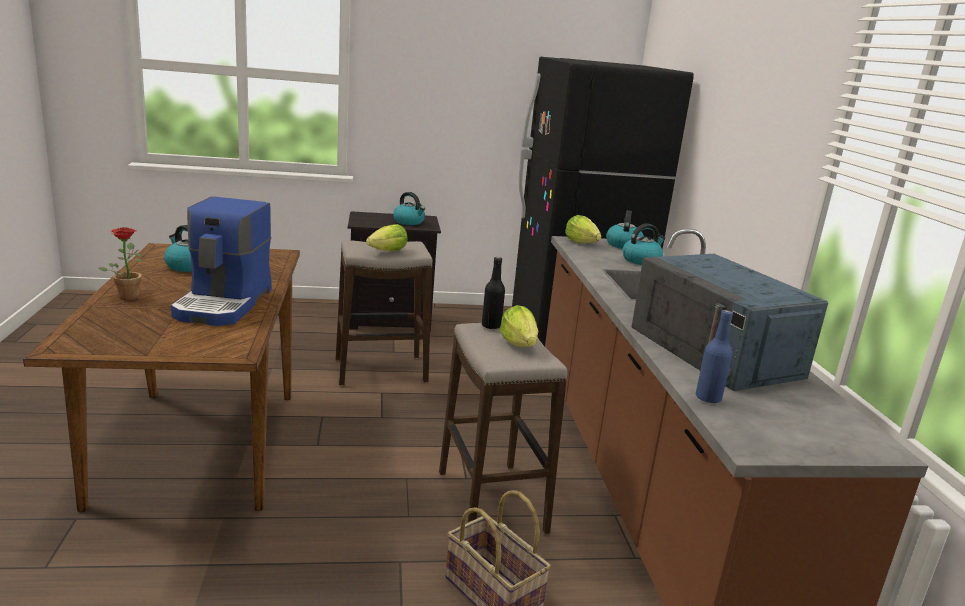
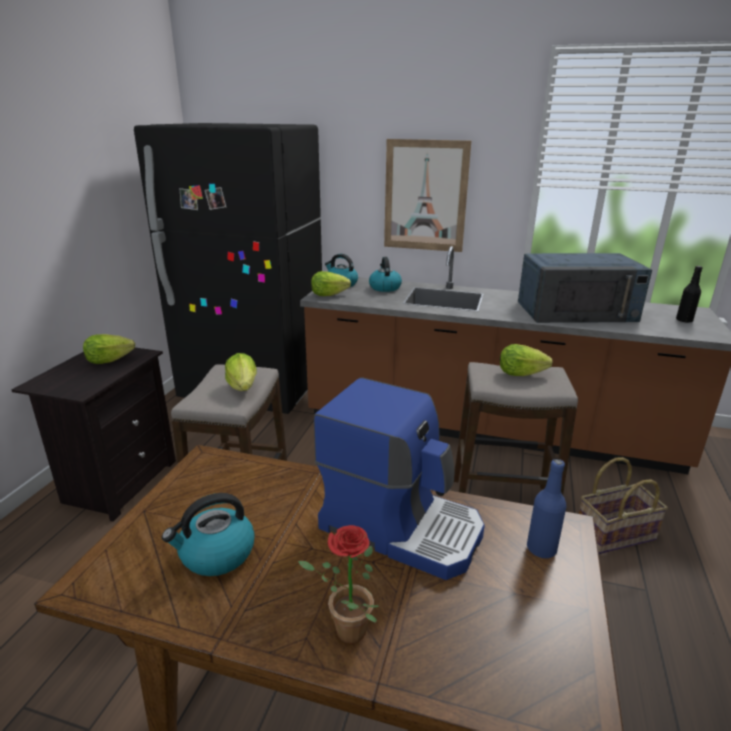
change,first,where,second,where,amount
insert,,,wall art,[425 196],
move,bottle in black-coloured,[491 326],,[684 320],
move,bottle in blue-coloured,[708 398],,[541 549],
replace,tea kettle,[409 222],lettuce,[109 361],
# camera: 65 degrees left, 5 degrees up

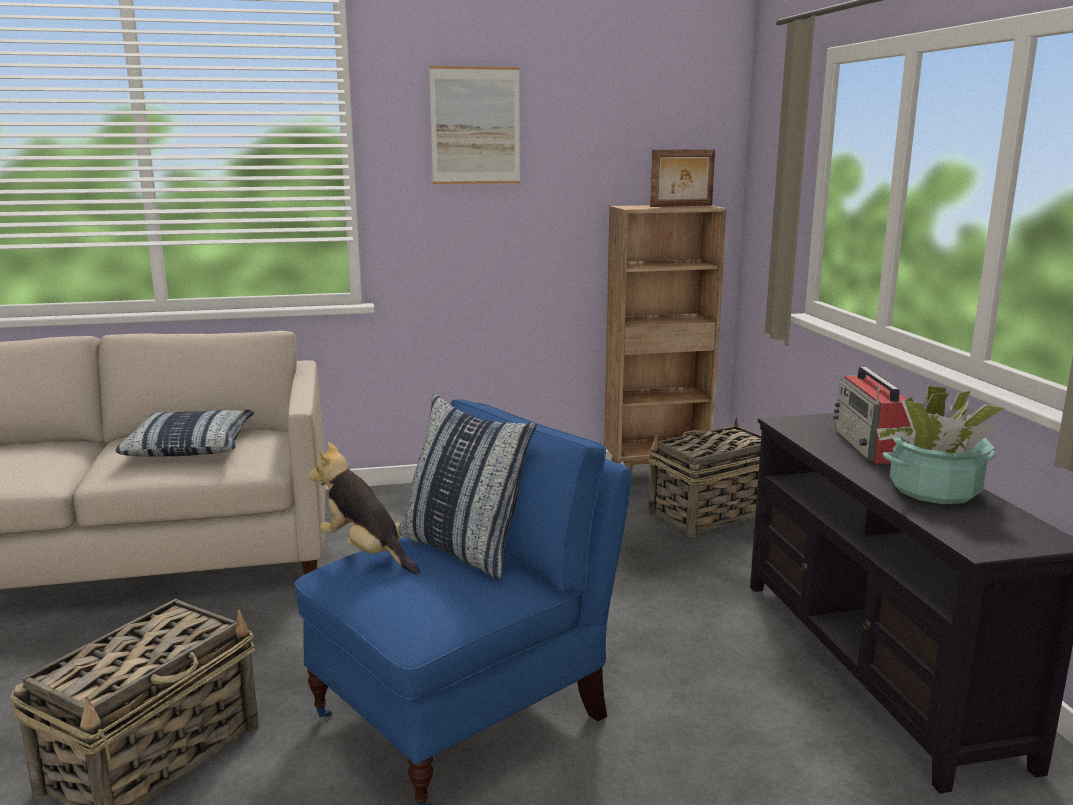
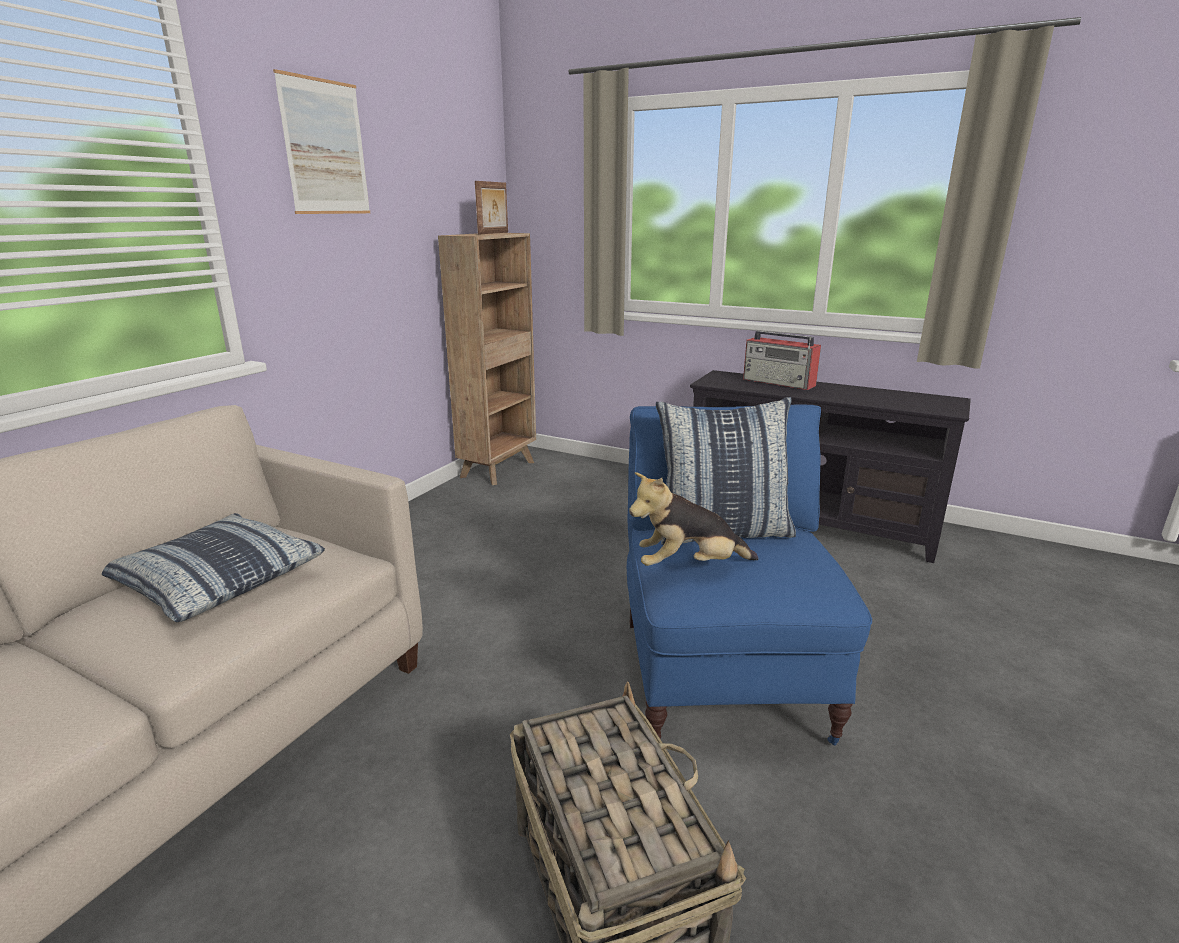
change,first,where,second,where,amount
delete,storage basket,[710 514],,,
delete,plant in a pot,[934 490],,,
# camera: 50 degrees left, 5 degrees up

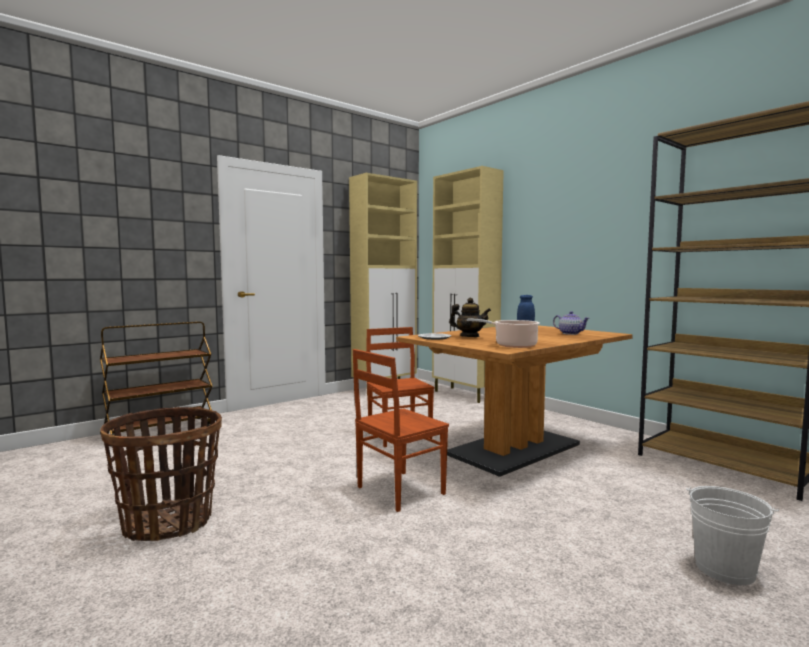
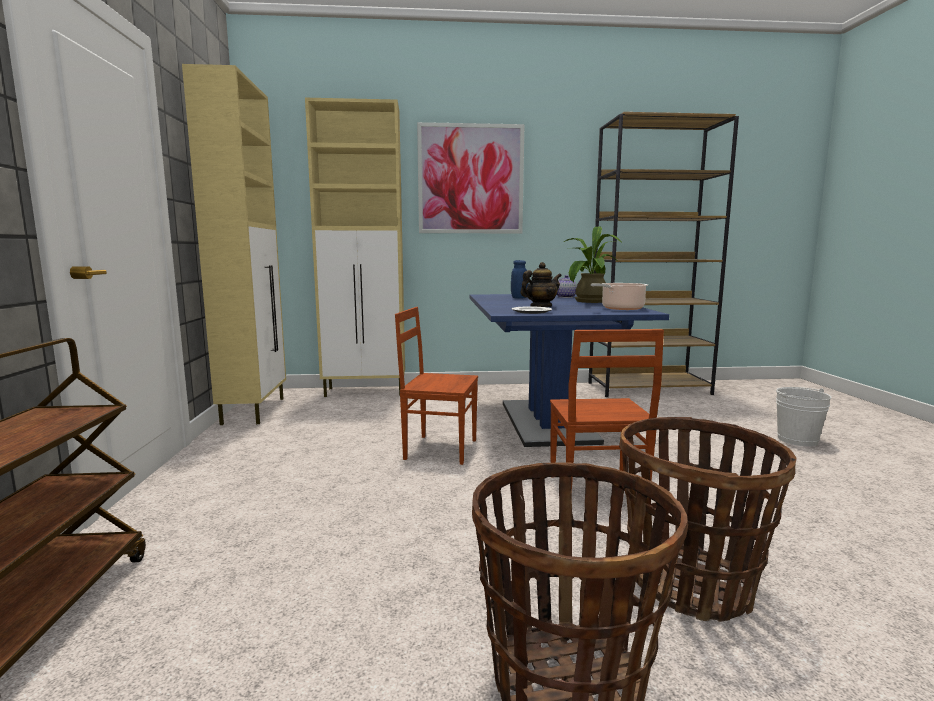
change,first,where,second,where,amount
insert,,,wall art,[470 179],
insert,,,plant in a pot,[589 301],
insert,,,storage basket,[691 584],
recolor,kitchen table in brown,[514 449],kitchen table in blue-coloured,[547 422],
# camera: 55 degrees left, 5 degrees up

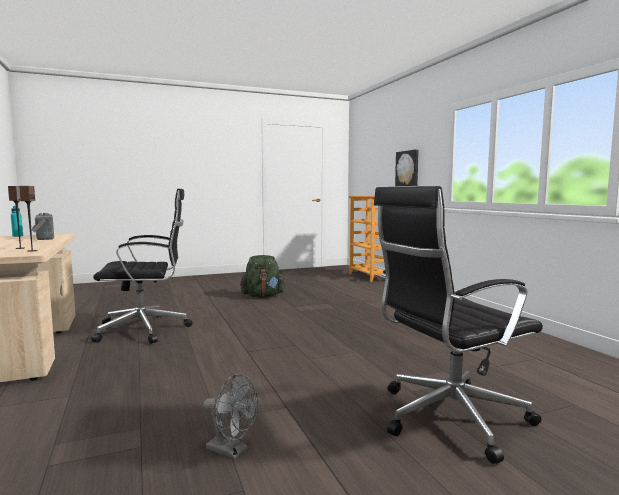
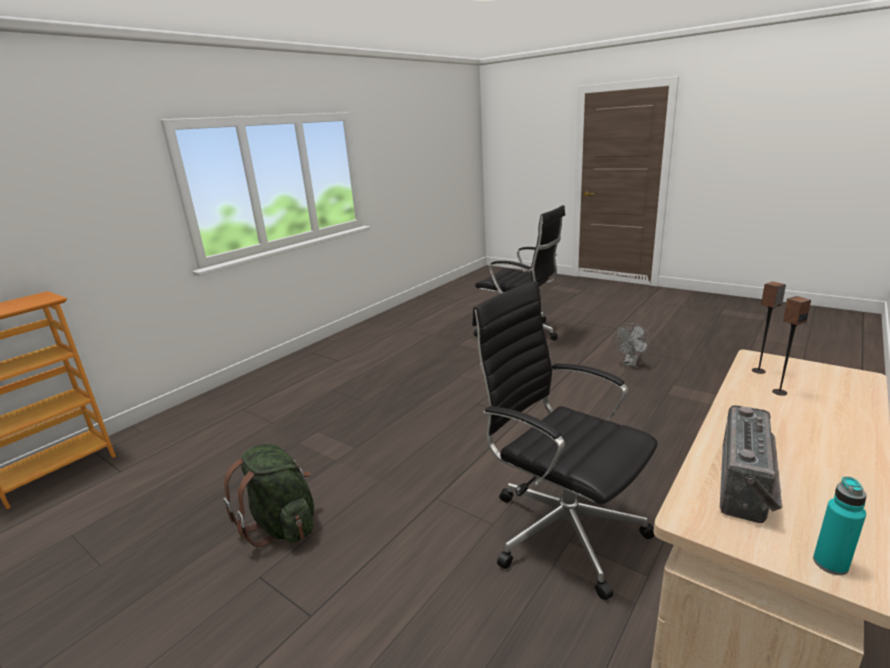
change,first,where,second,where,amount
delete,wall art,[408 168],,,
rotate,electric fan in grey,[232 450],,[630 363],150 degrees counterclockwise
# camera: 120 degrees left, 15 degrees up

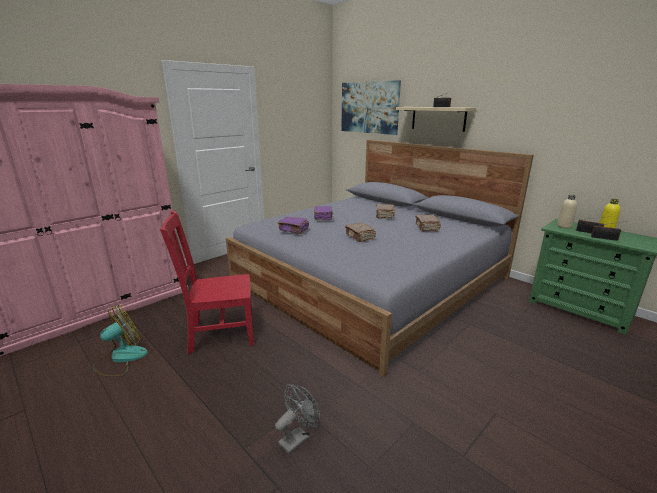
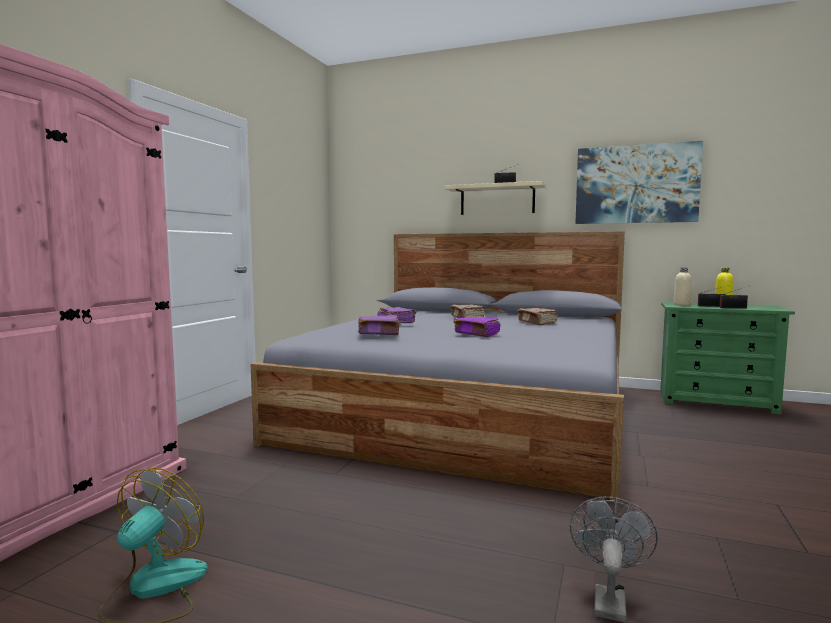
change,first,where,second,where,amount
delete,upright chair in red-coloured,[219 334],,,
move,wall art,[369 107],,[636 184],
recolor,bound book in brown,[360 237],bound book in purple-coloured,[477 334],
# camera: 25 degrees left, 15 degrees down

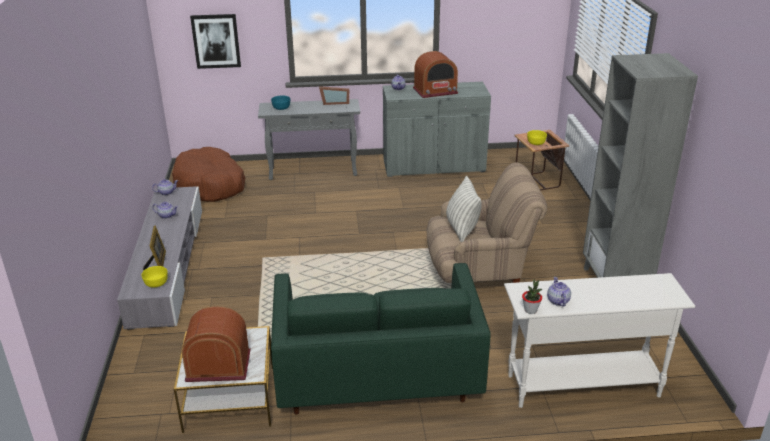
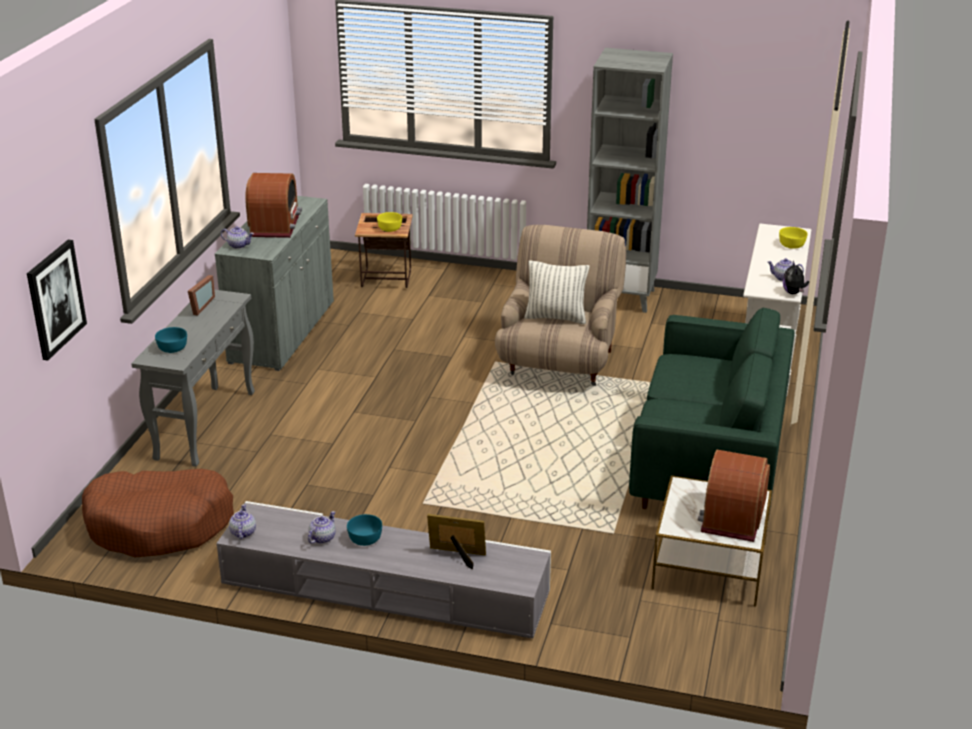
change,first,where,second,where,amount
insert,,,bowl in turquoise-coloured,[365 538],
move,bowl in yellowish,[156 283],,[792 245],
replace,plant in a pot,[530 310],plush toy,[793 293],
# camera: 70 degrees left, 0 degrees up

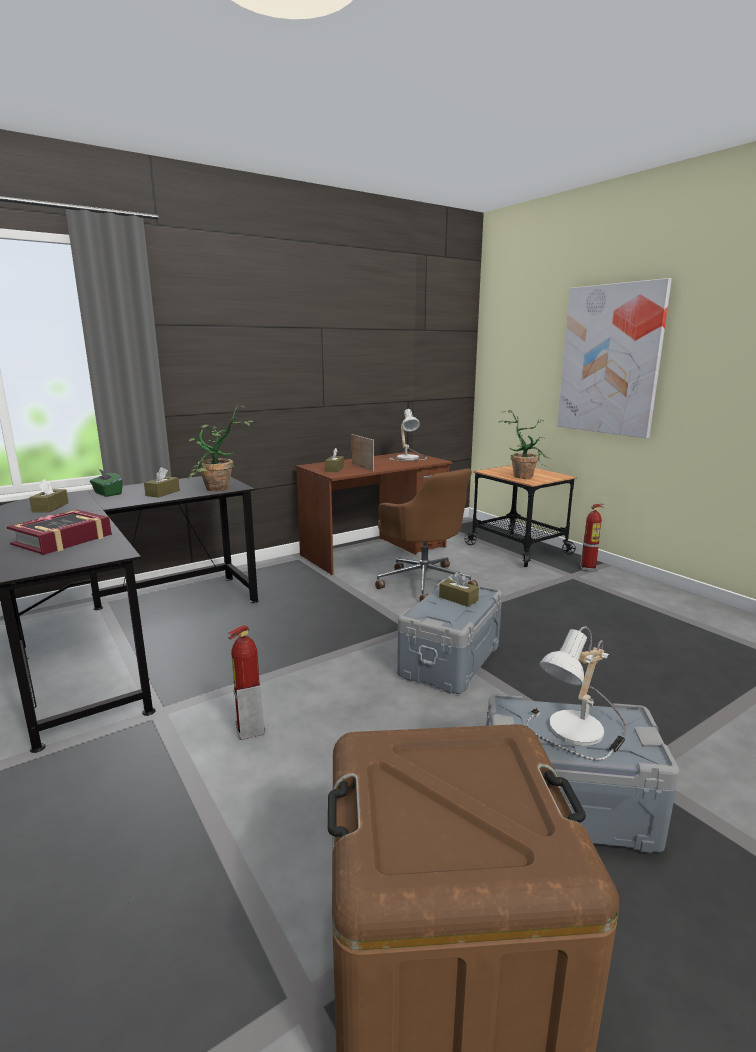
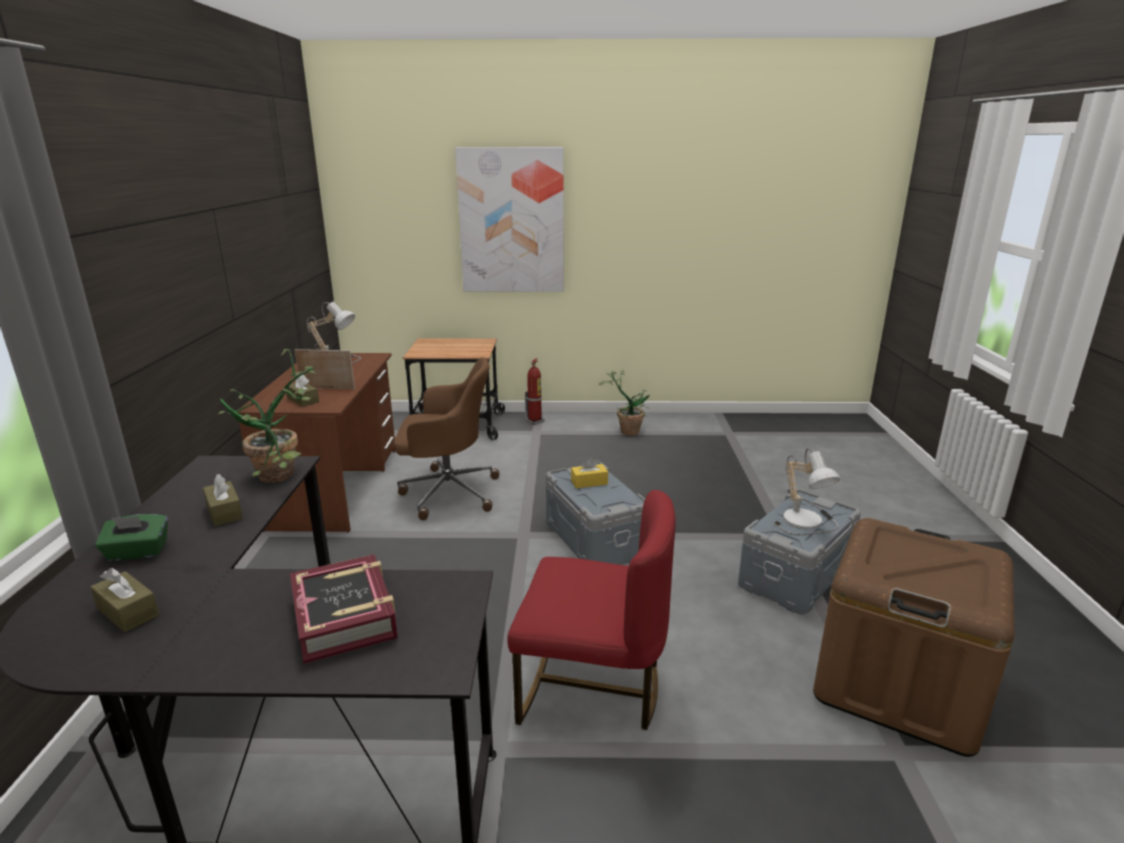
change,first,where,second,where,amount
move,plant in a pot,[523 475],,[626 430],
replace,fire extinguisher,[249 730],upright chair in red-coloured,[591 688],
recolor,tissue holder in brown,[458 599],tissue holder in yellowish,[589 482],
# camera: 55 degrees left, 5 degrees up

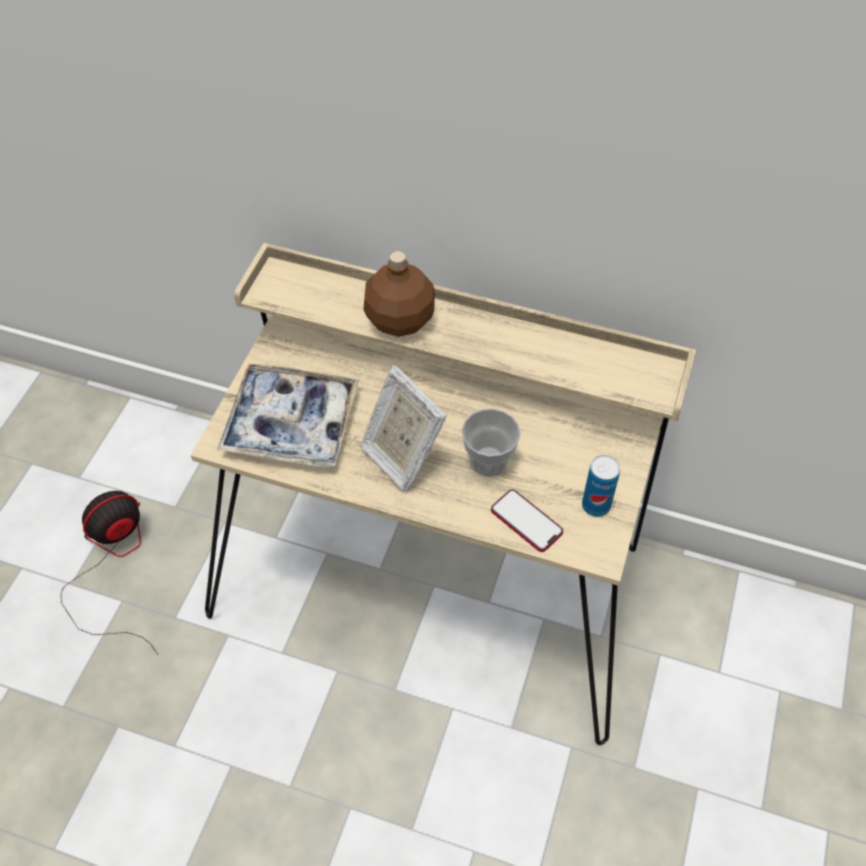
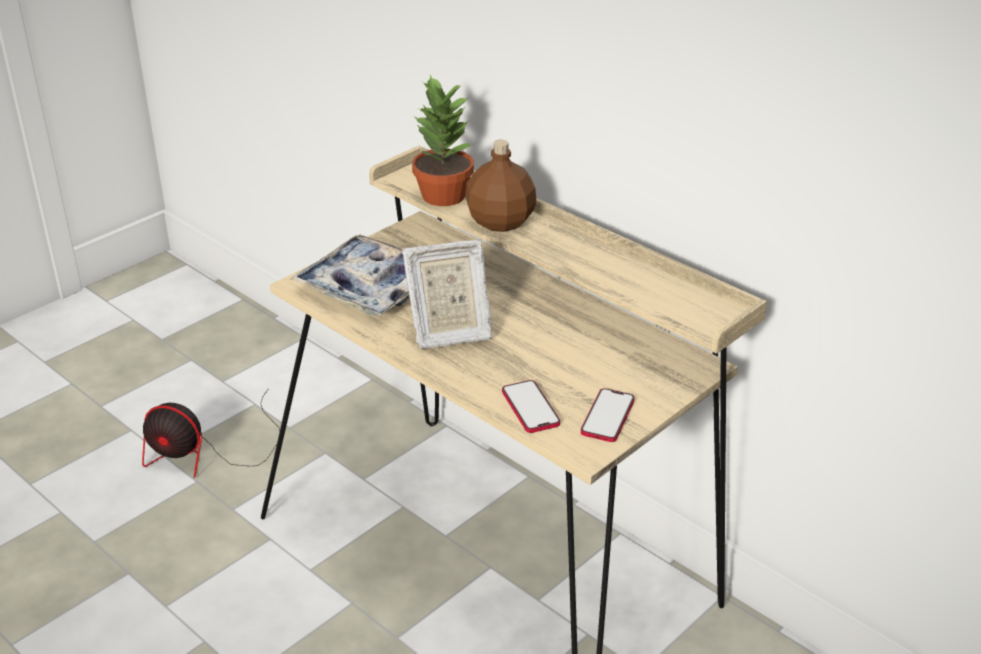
change,first,where,second,where,amount
delete,cup,[488 461],,,
insert,,,plant in a pot,[442 195],
replace,sealed can,[596 505],telephone,[607 417],
rotate,electric fan,[113 564],,[208 452],150 degrees counterclockwise
rotate,picture frame,[401 456],,[448 333],90 degrees counterclockwise
# camera: 25 degrees right, 20 degrees down

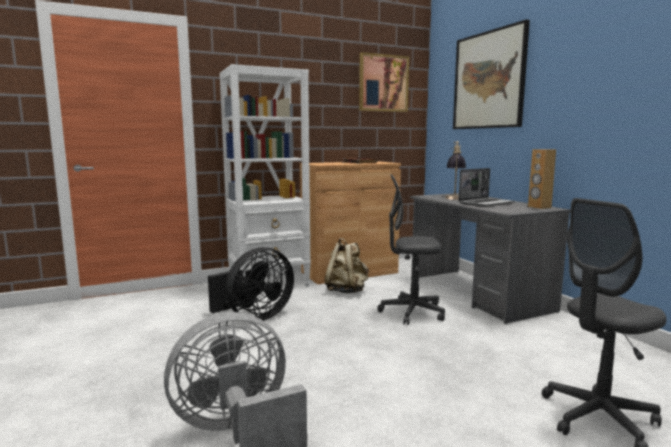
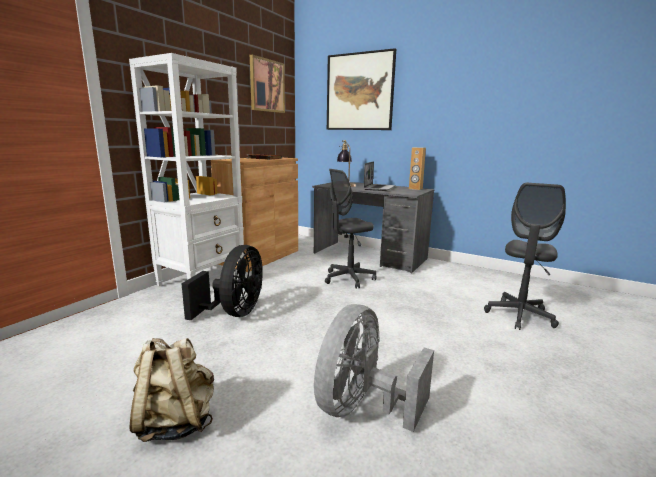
change,first,where,second,where,amount
move,rucksack in beige-coloured,[346 291],,[176 422],
# camera: 35 degrees left, 5 degrees up

